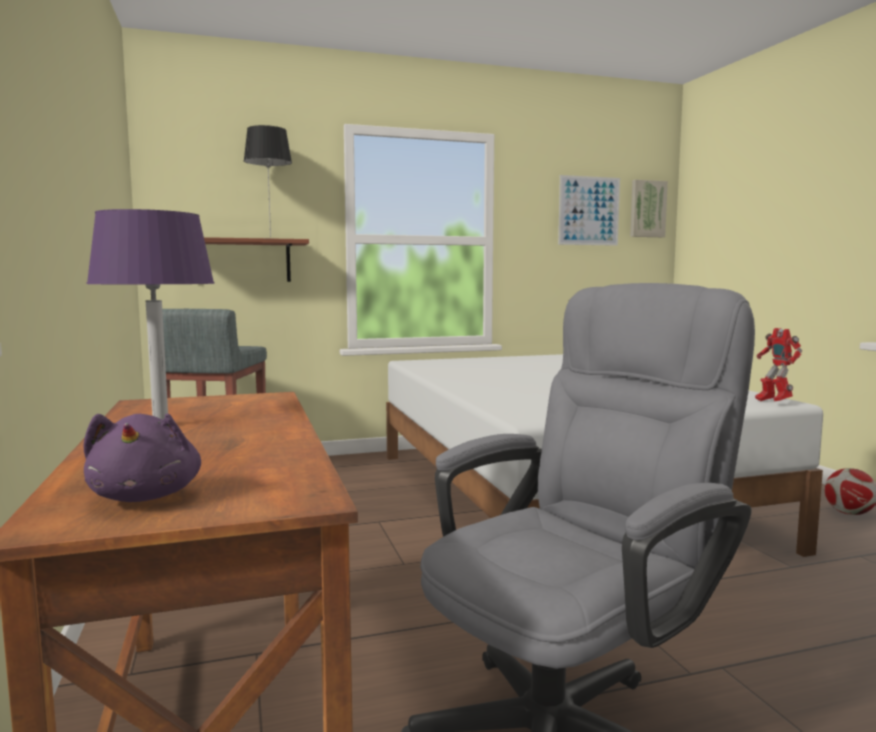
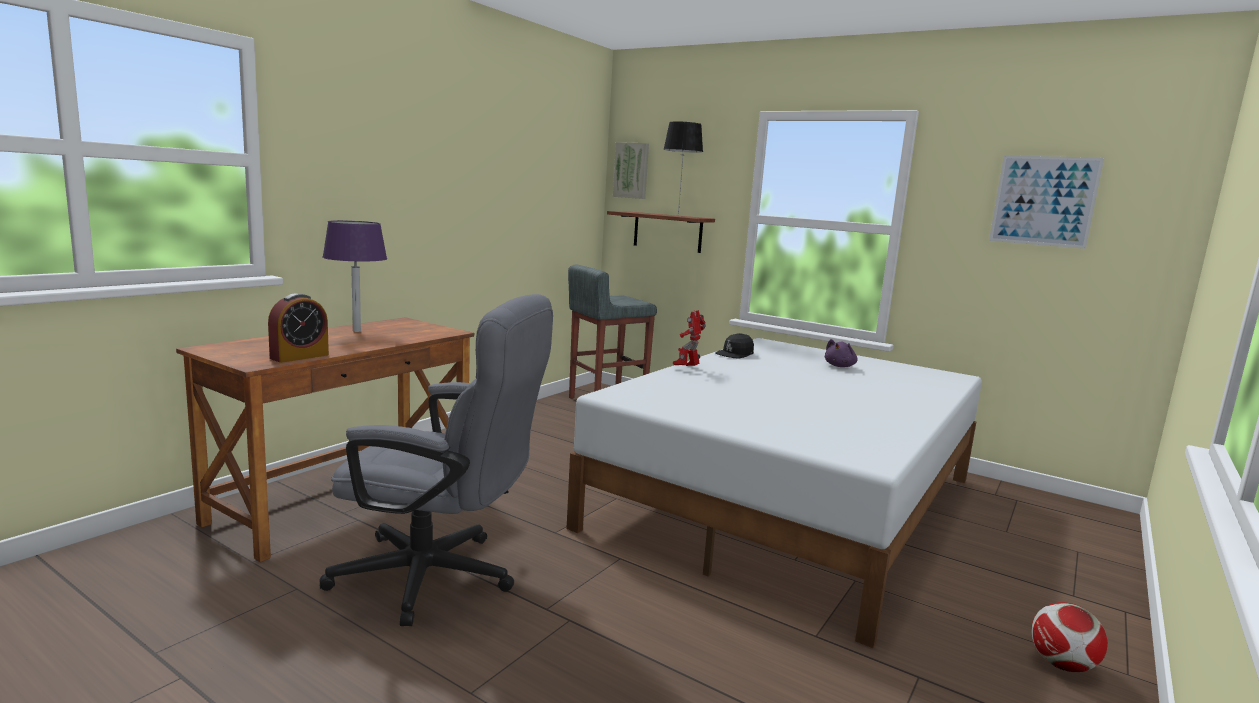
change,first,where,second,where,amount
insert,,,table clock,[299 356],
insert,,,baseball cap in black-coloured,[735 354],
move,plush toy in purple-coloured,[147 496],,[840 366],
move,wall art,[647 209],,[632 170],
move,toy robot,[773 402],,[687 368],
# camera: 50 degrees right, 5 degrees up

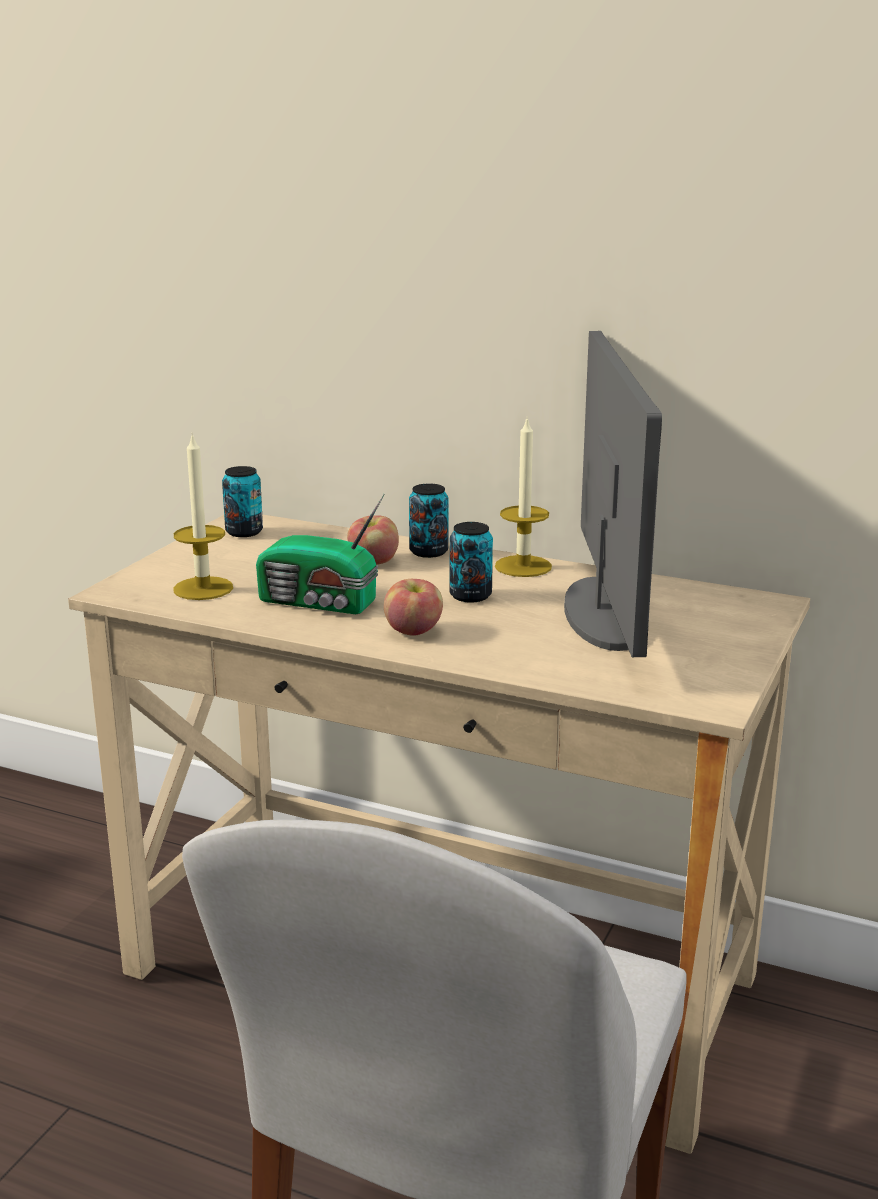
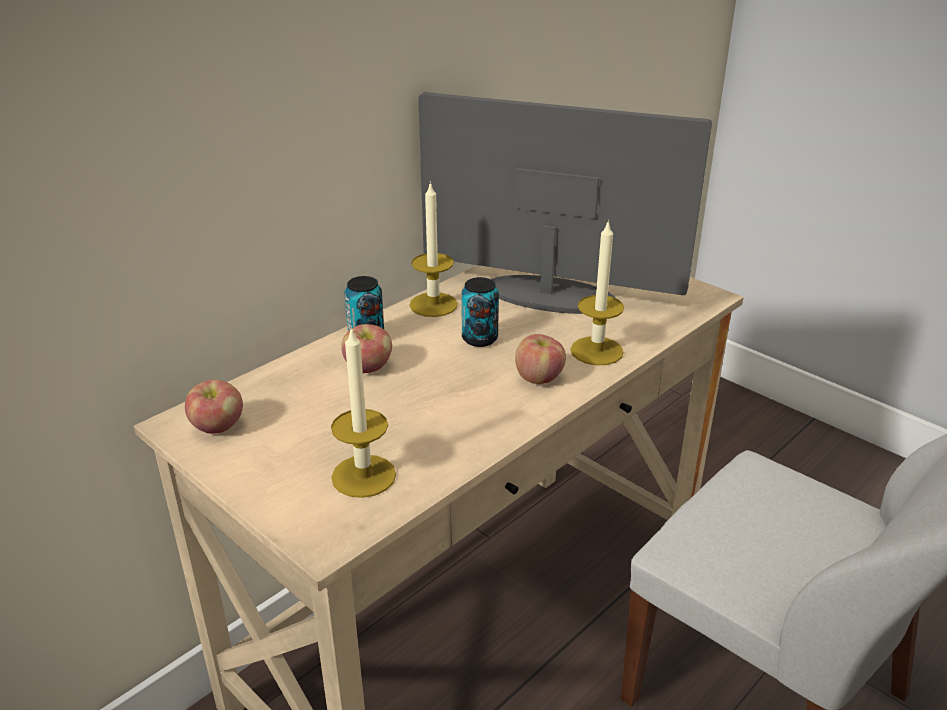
change,first,where,second,where,amount
delete,radio set,[319 603],,,
insert,,,wax candle,[596 351],
replace,sealed can,[244 532],apple fruit,[218 427],
# camera: 70 degrees left, 10 degrees up

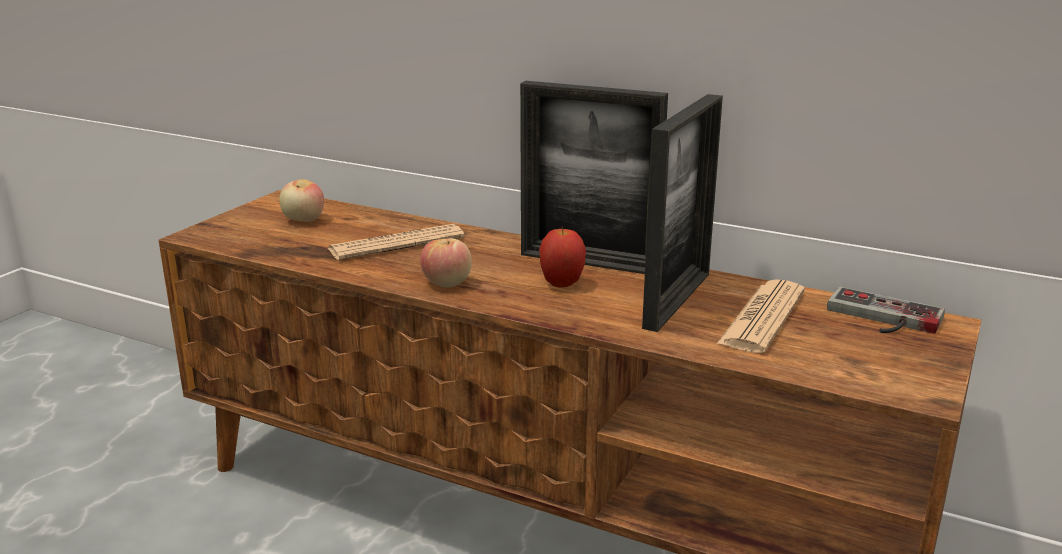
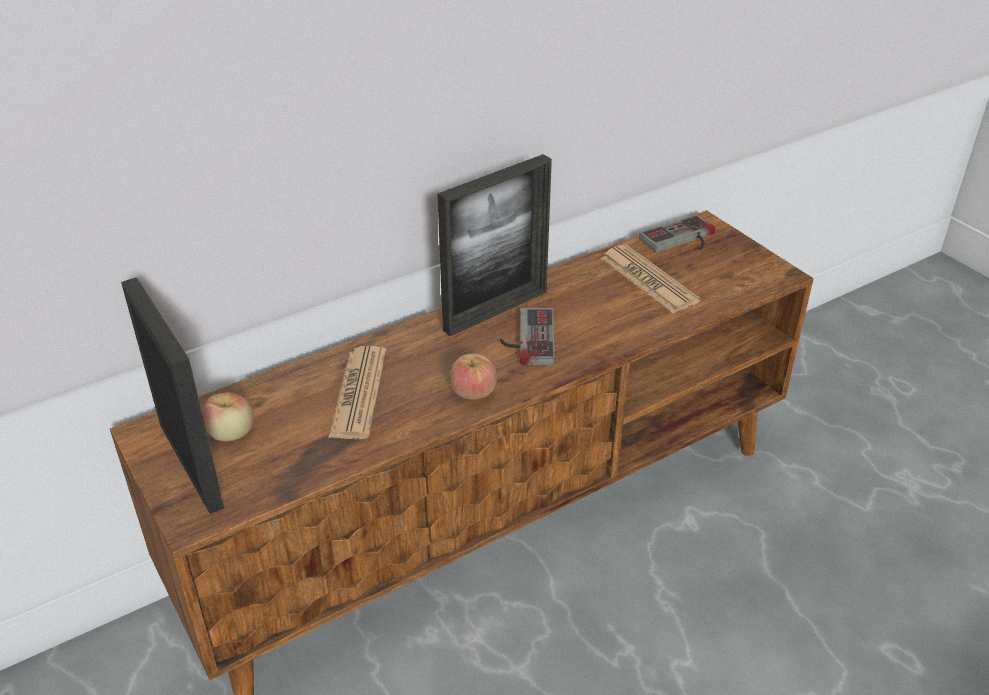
change,first,where,second,where,amount
move,picture frame,[677 300],,[191 465],
replace,apple fruit,[562 285],joypad,[526 338],
# camera: 60 degrees left, 15 degrees up

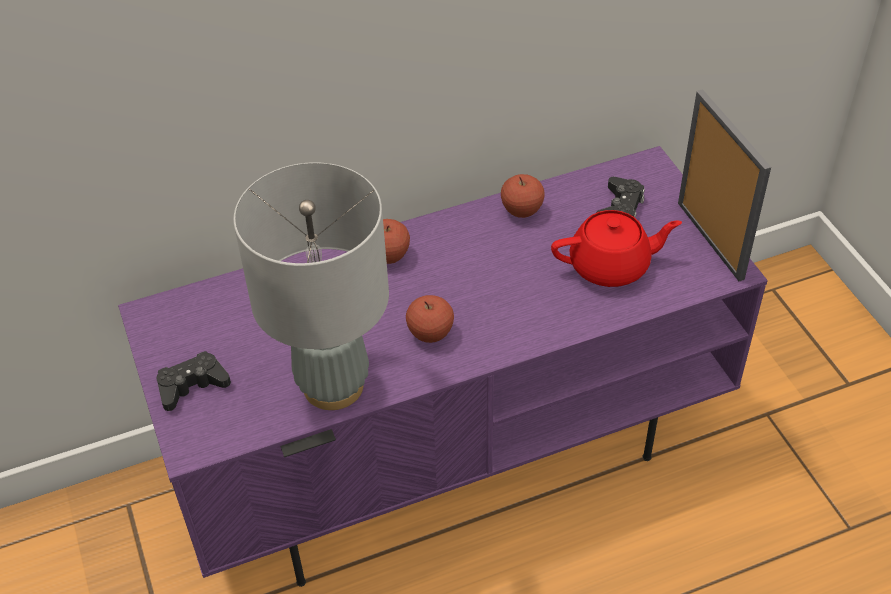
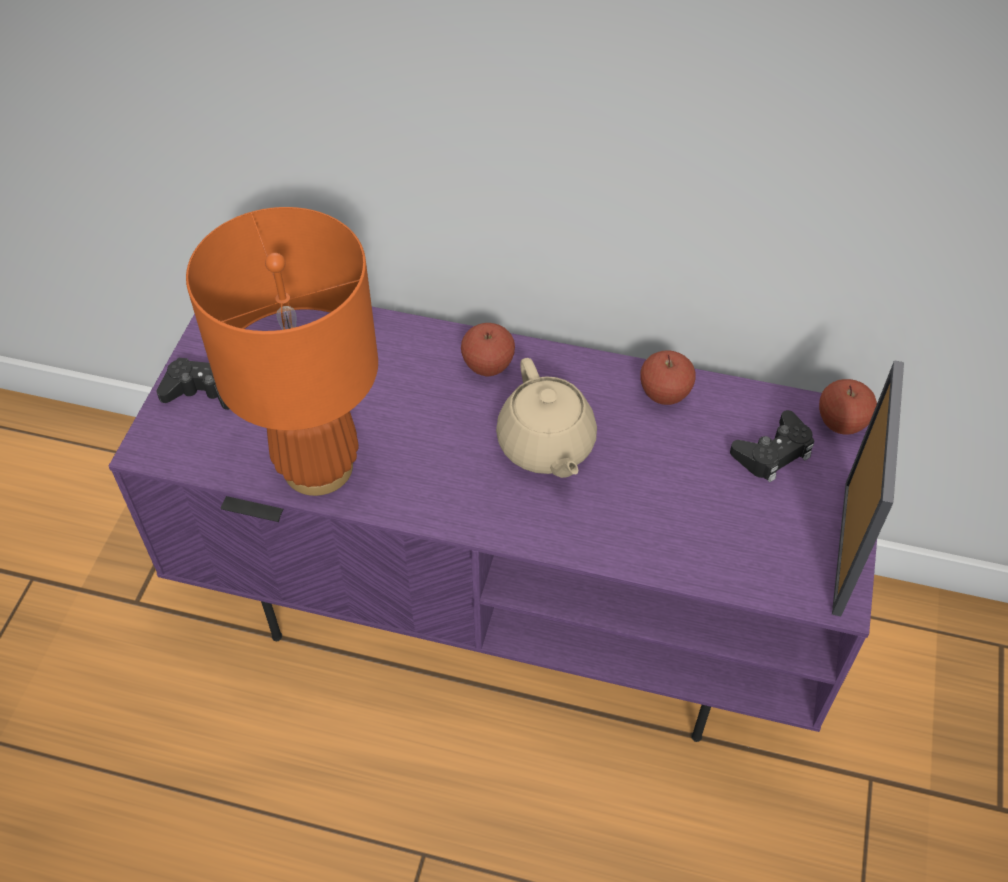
change,first,where,second,where,amount
delete,pot for tea in red-coloured,[611 266],,,
insert,,,pot for tea in beige-coloured,[546 446],
move,apple fruit,[430 333],,[841 423],
recolor,table lamp in grey,[334 386],table lamp in orangey,[318 467],
# camera: 35 degrees right, 5 degrees up

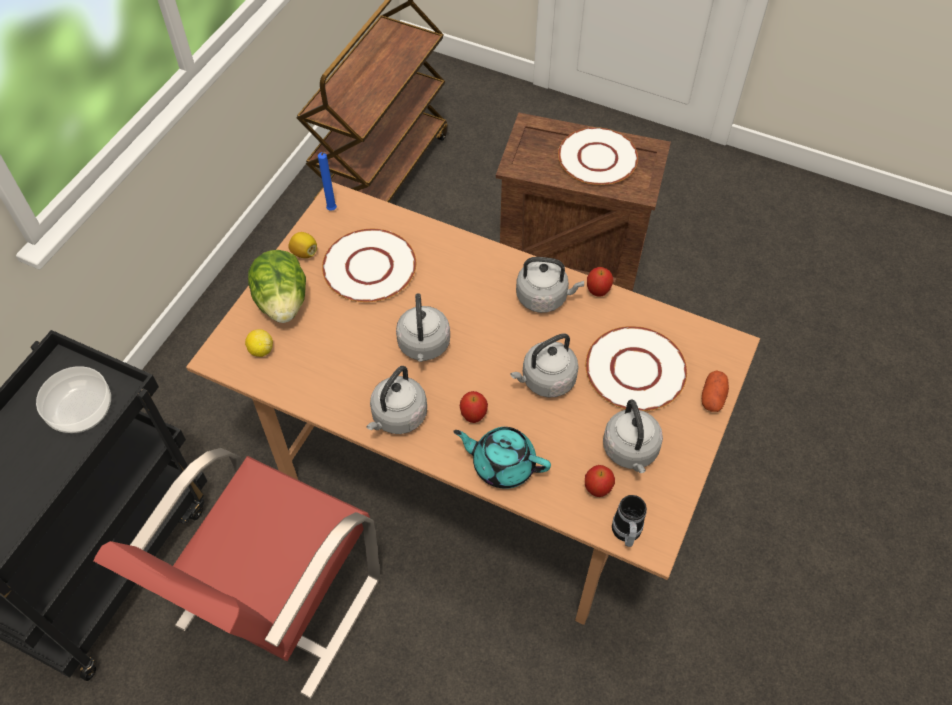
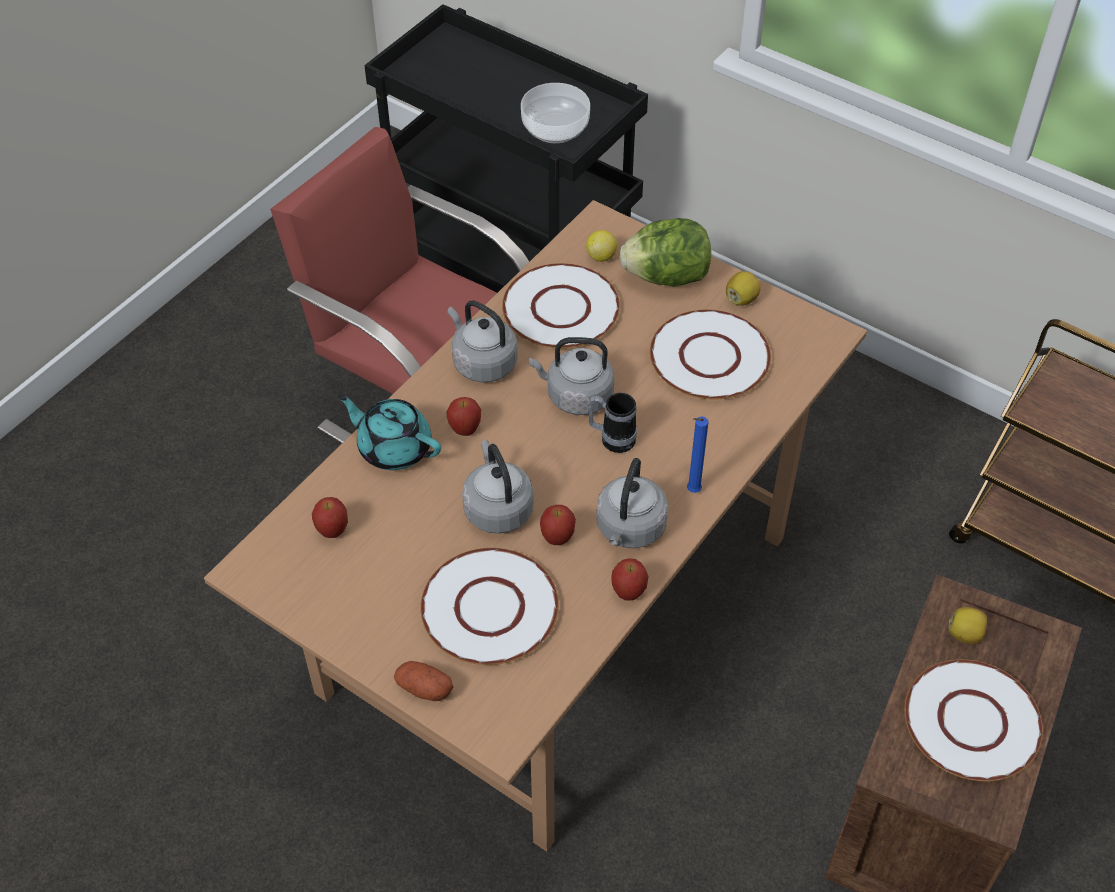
change,first,where,second,where,amount
delete,tea kettle in grey,[630 451],,,
insert,,,flat dish in whitish,[561 308],
insert,,,apple fruit,[557 538],
insert,,,citrus fruit,[965 634],
move,wax candle in blue-coloured,[333 210],,[691 491],
move,mug,[626 534],,[611 438],
rotate,pot for tea in turquoise-coloured,[502 464],,[393 447],90 degrees counterclockwise
# camera: 100 degrees right, 5 degrees down

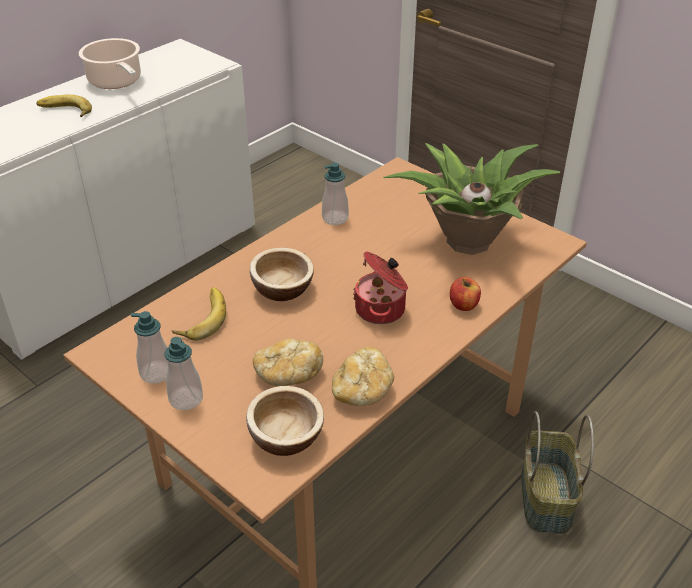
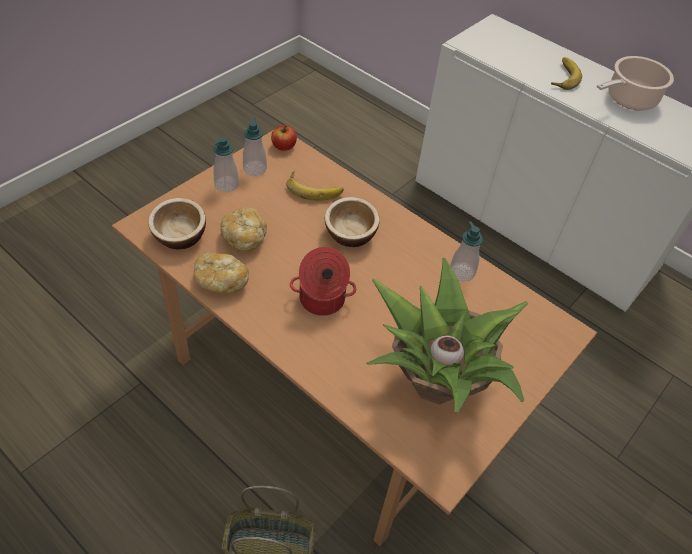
change,first,where,second,where,amount
move,apple fruit,[463 305],,[284 146],
# camera: 85 degrees right, 10 degrees up

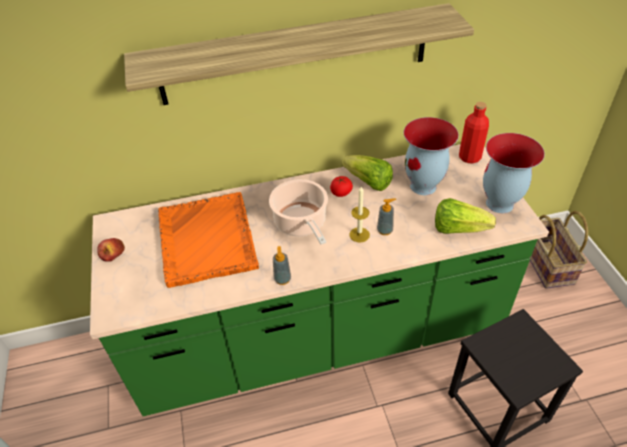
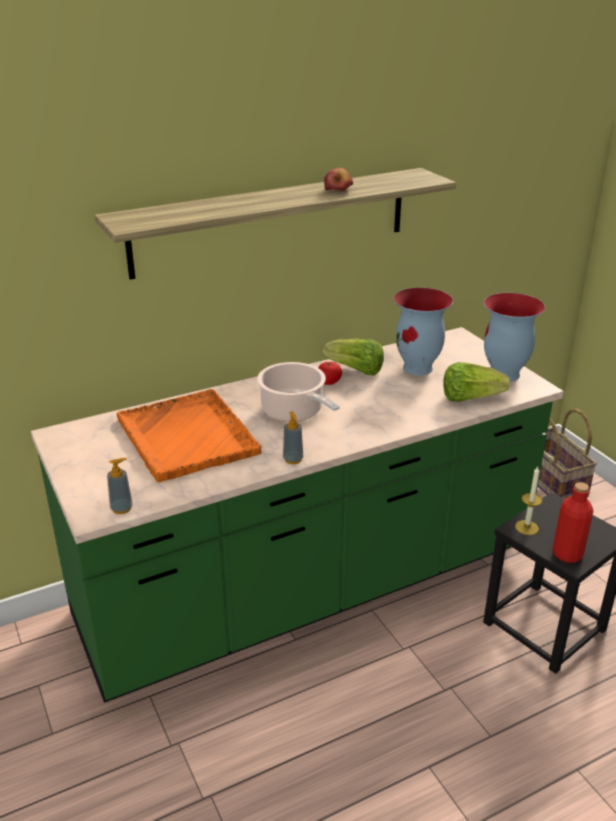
change,first,where,second,where,amount
move,apple fruit,[113 254],,[338 190],
move,wax candle,[359 234],,[526 527],
move,liquid soap bottle,[385 230],,[122 508],
move,bottle in red-coloured,[469 157],,[567 554],
# camera: 15 degrees left, 15 degrees down

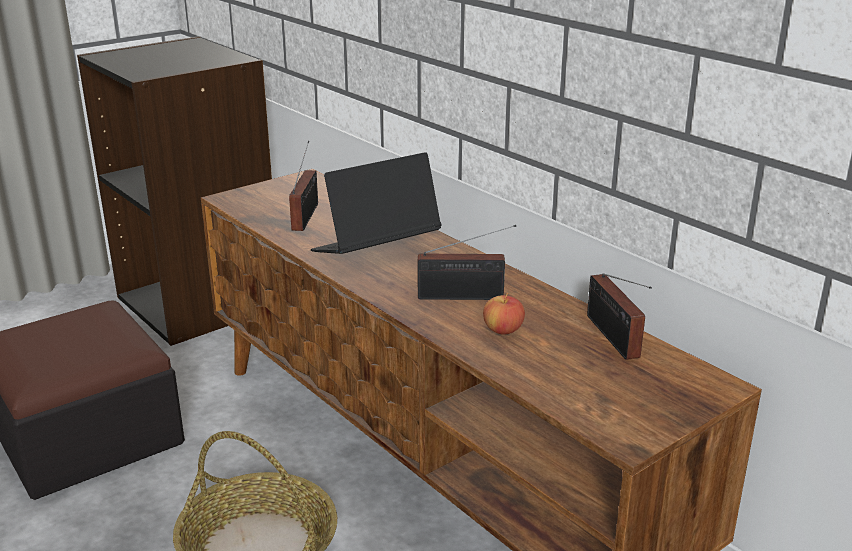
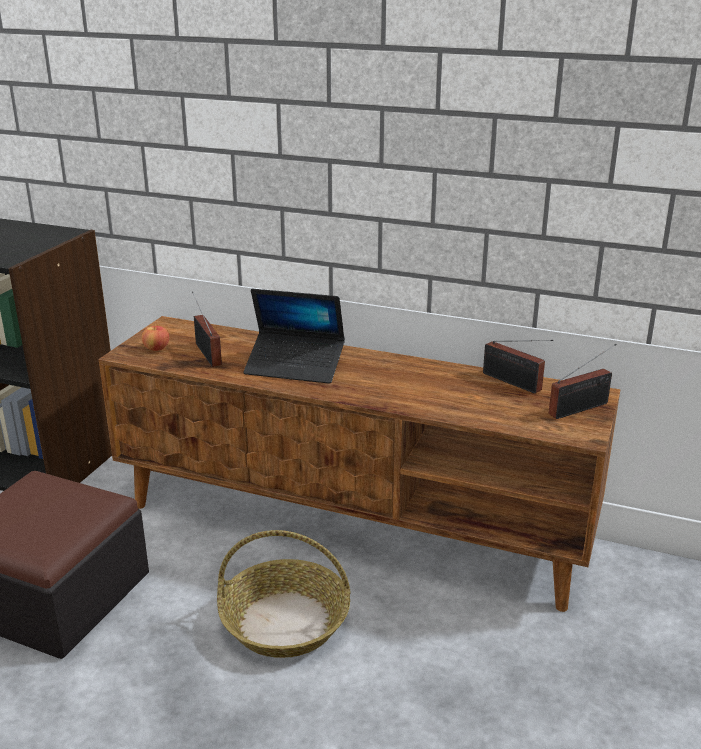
change,first,where,second,where,amount
move,radio set,[465 297],,[582 408],
move,apple fruit,[503 330],,[156 348],
rotate,notebook computer,[375 251],,[295 366],105 degrees counterclockwise
# camera: 30 degrees left, 0 degrees up

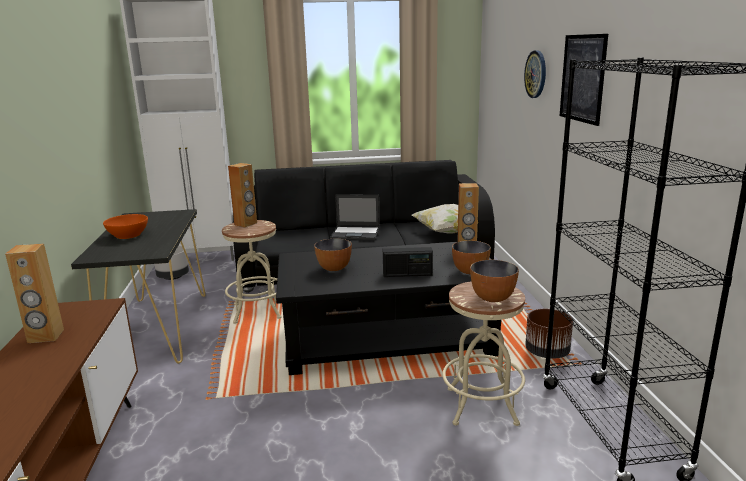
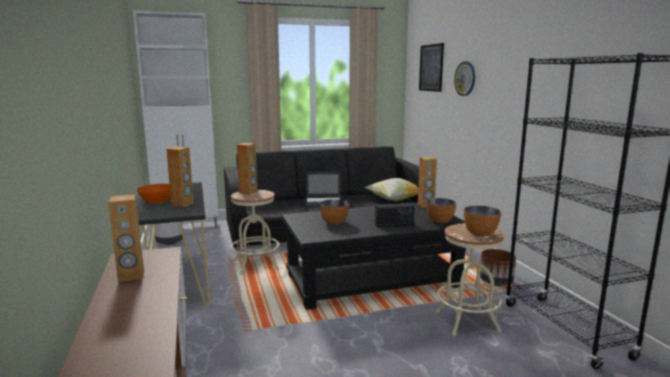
change,first,where,second,where,amount
insert,,,audio speaker in brown,[182 204],
move,wall art,[582 78],,[431 68],
# camera: 10 degrees left, 5 degrees down

